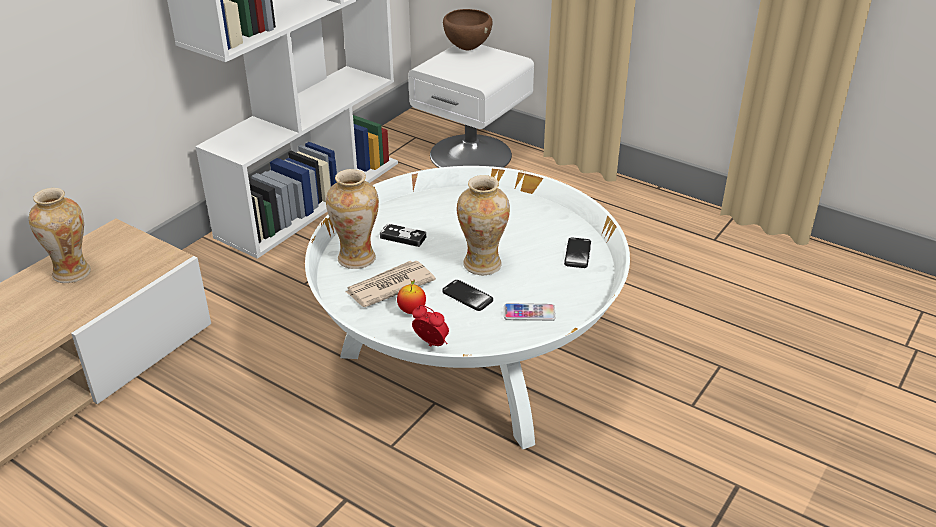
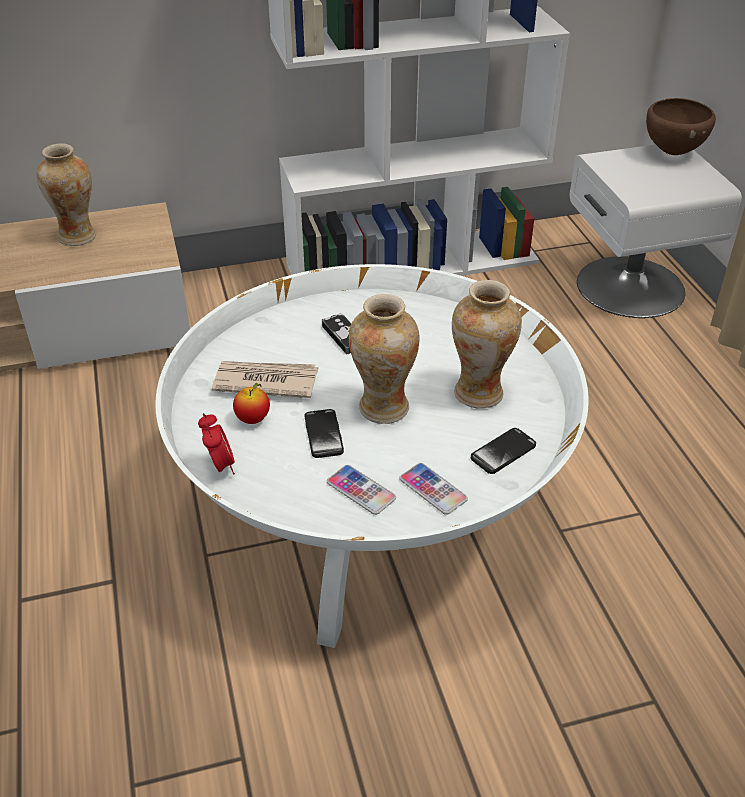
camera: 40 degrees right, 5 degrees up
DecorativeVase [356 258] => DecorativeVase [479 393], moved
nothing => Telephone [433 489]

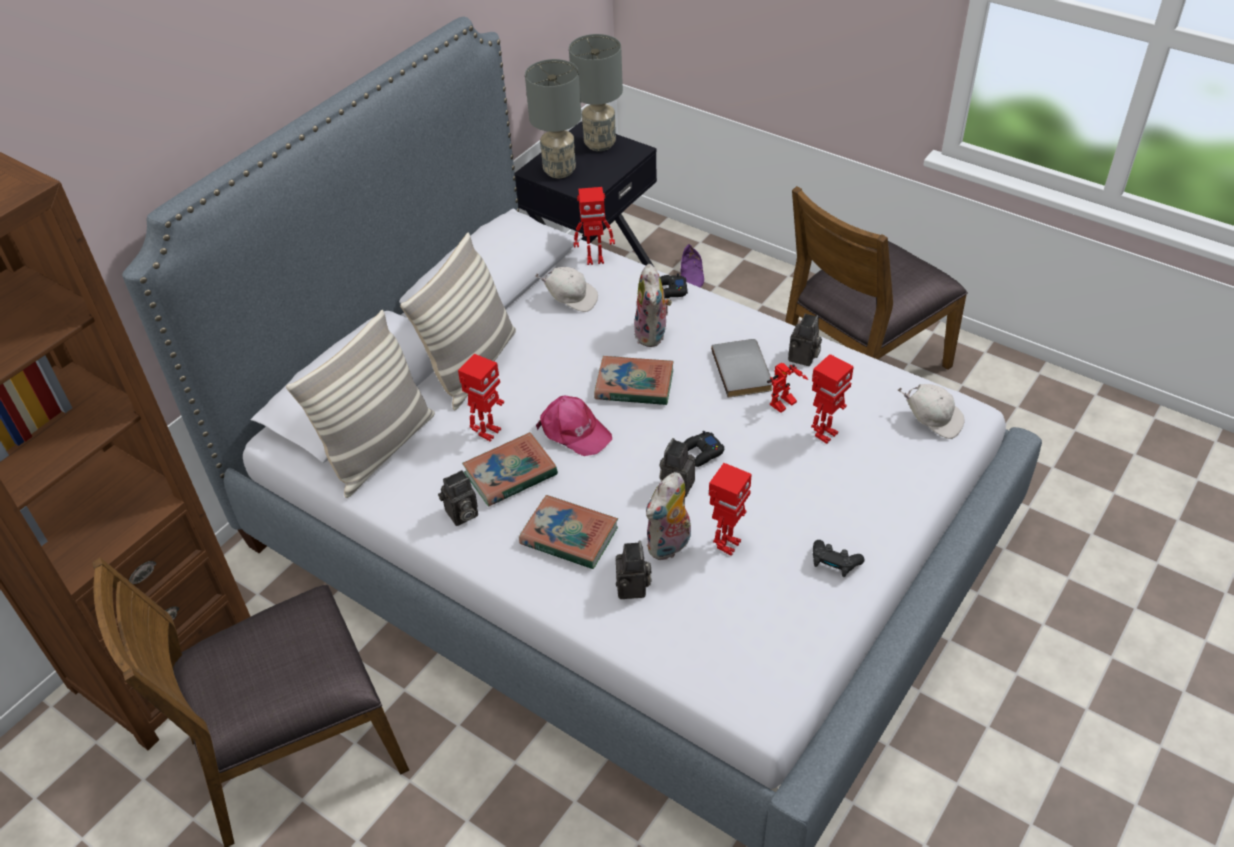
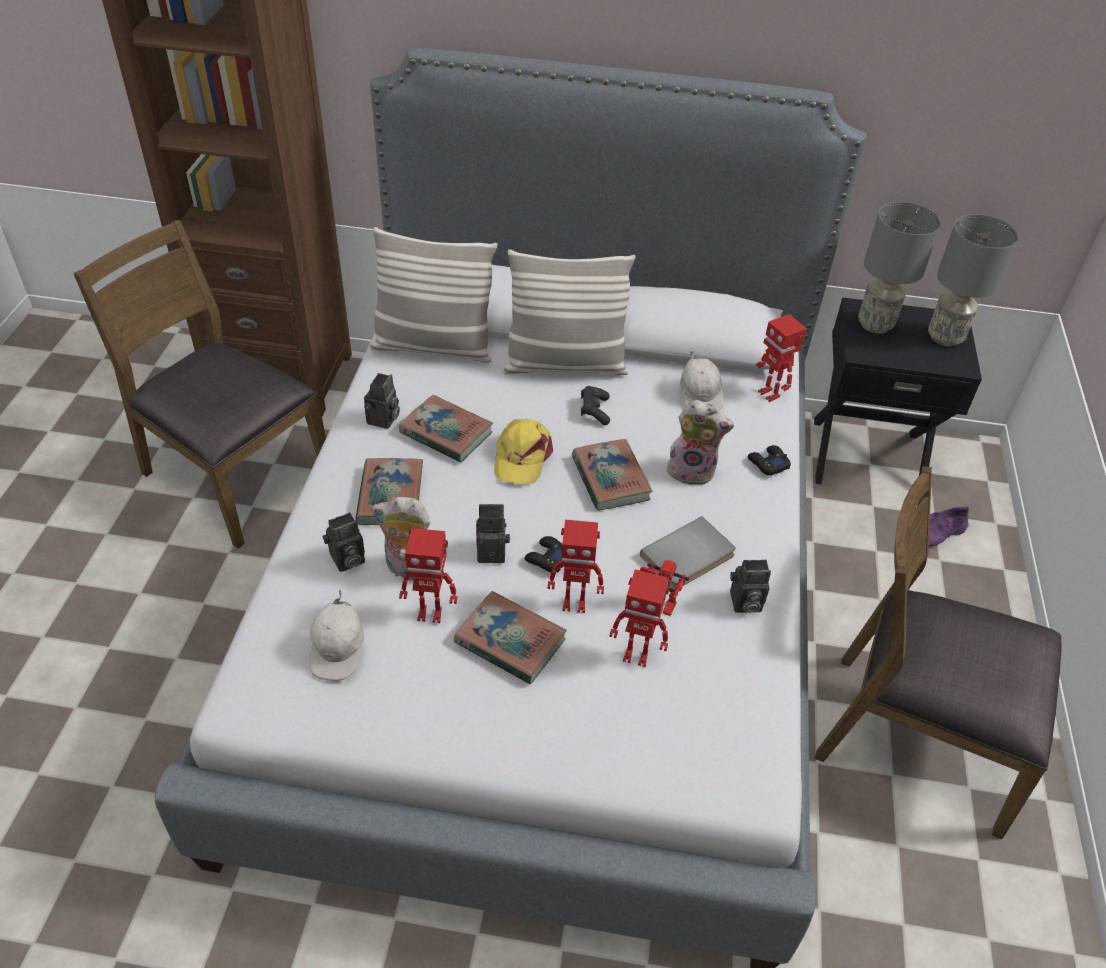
camera: 60 degrees right, 0 degrees up
PlushToy [653 335] => PlushToy [692 470], 135 degrees counterclockwise
ToyRobot [488 432] => ToyRobot [574 603], moved
WhiteColouredCap [932 420] => WhiteColouredCap [339 650], moved
PinkCap [574 431] => YellowColouredCap [522 456]
PhotoCamera [461 515] => PhotoCamera [383 420], 105 degrees counterclockwise
BlackishJoypad [834 563] => BlackishJoypad [594 411], moved
nothing => Book [510 641]

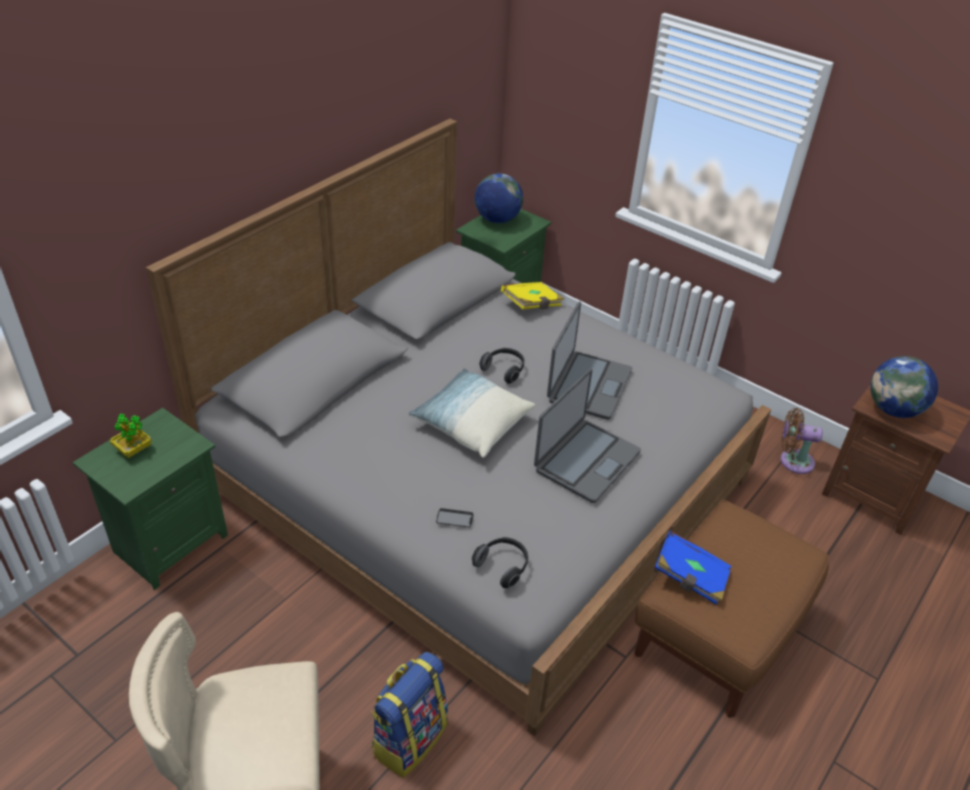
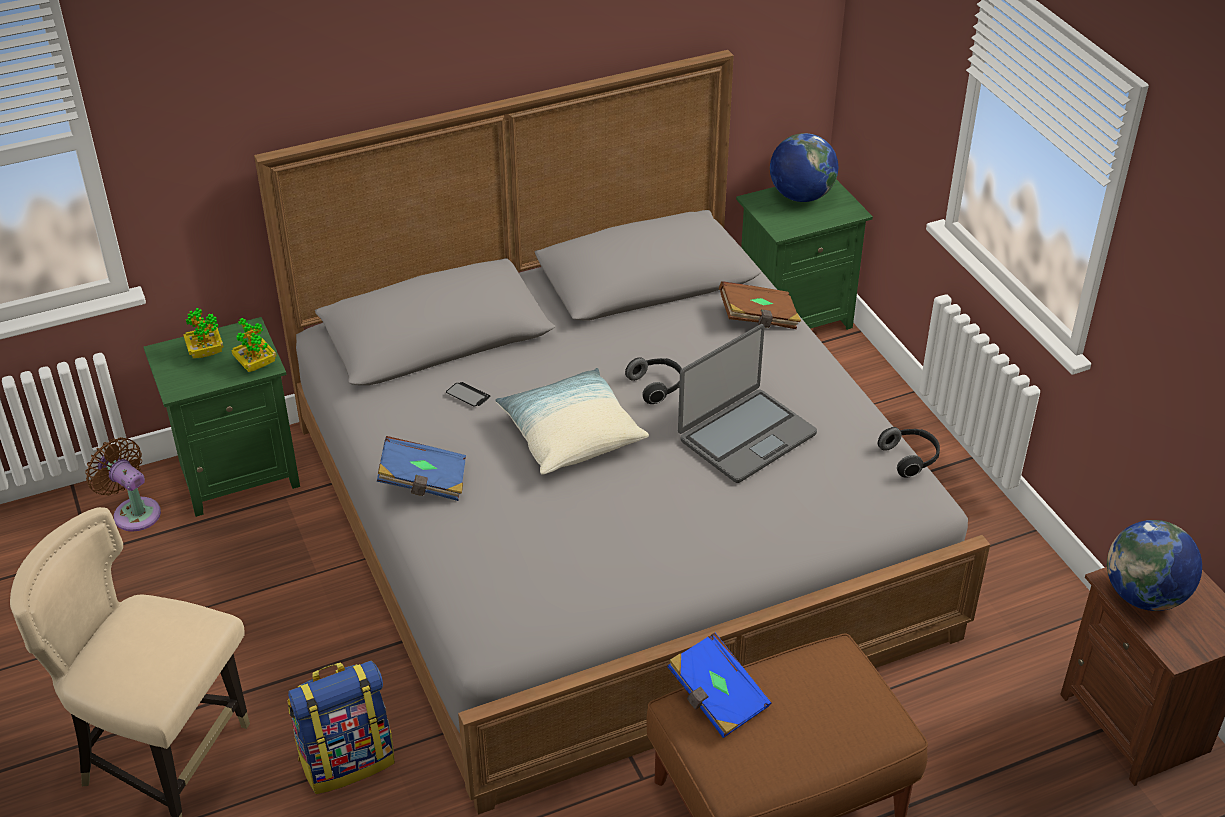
camera: 30 degrees right, 0 degrees up
YellowColouredBook [532 305] => BrownColouredBook [758 319]
PortableComputer [586 461] => nothing
BrownColouredFan [793 461] => BrownColouredFan [134 512], moved
Telephone [454 518] => Telephone [468 395], moved
Headset [502 566] => Headset [910 458], moved
nothing => PlantInAPot [256 364]
nothing => BluishBook [423 482]

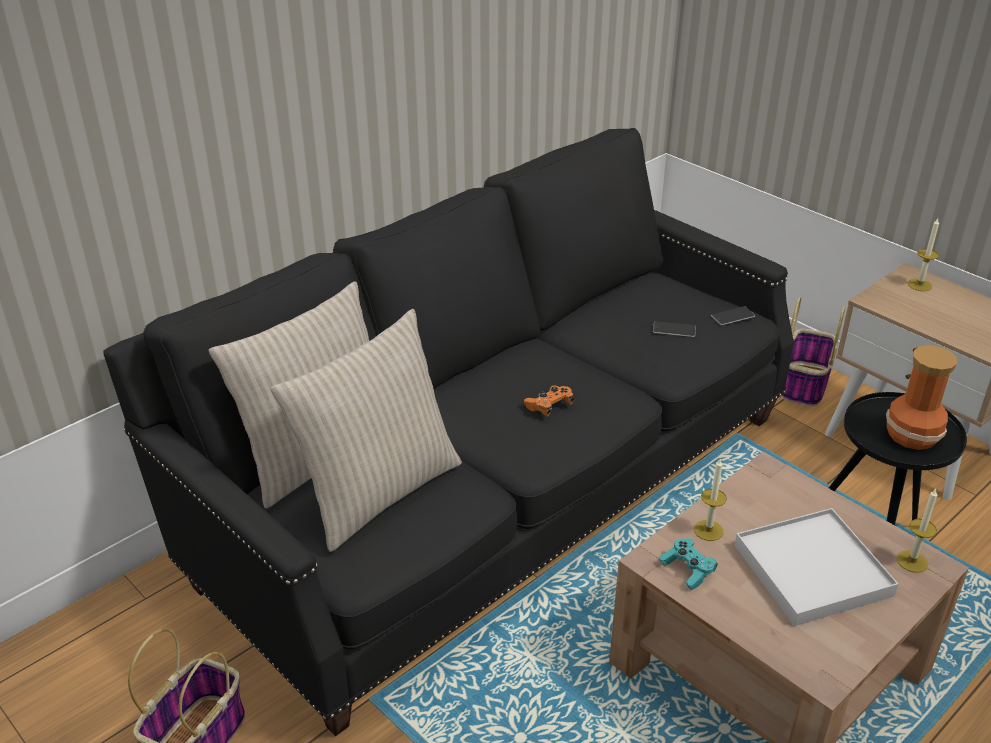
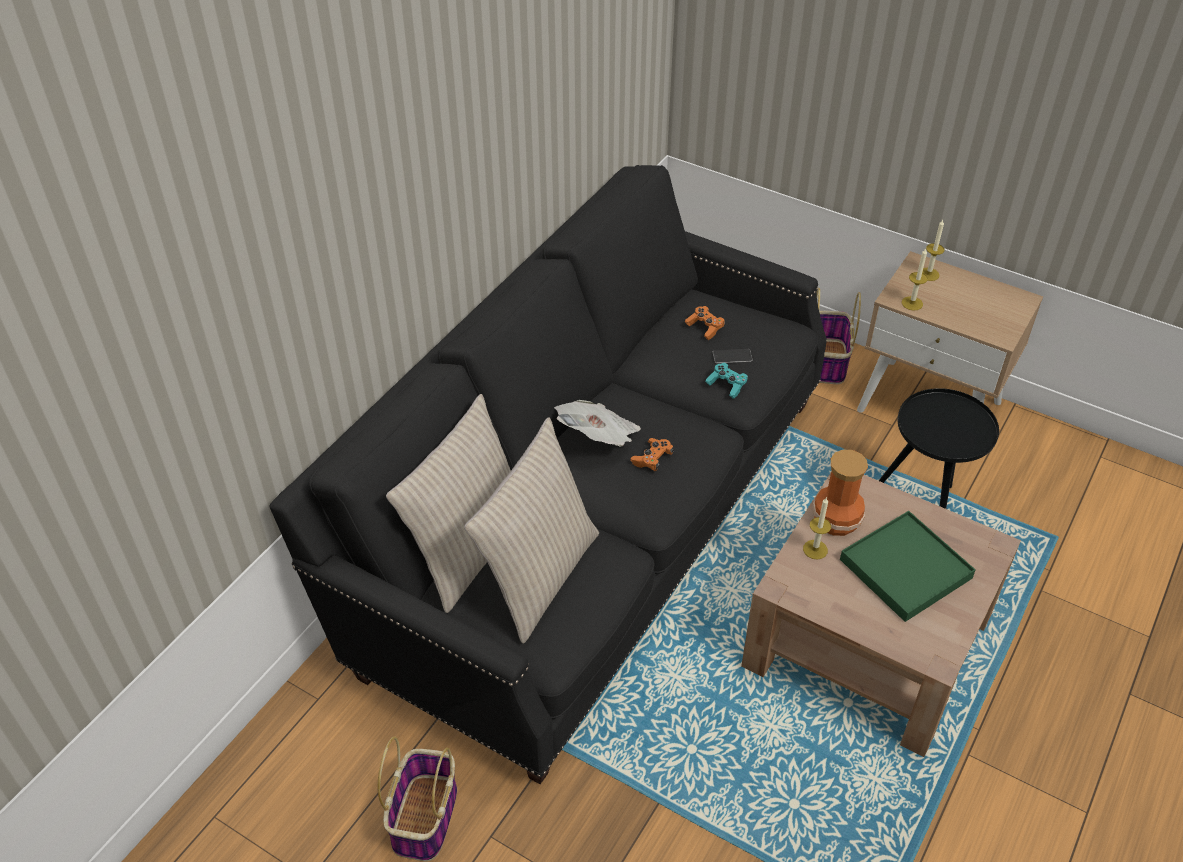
camera: 15 degrees left, 10 degrees up
Telephone [733 316] => nothing
DecorativeVase [911 435] => DecorativeVase [835 520], moved
WaxLight [912 561] => WaxLight [912 303], moved
WhiteColouredServingTray [811 570] => GreenServingTray [905 569]
TurquoiseJoypad [687 570] => TurquoiseJoypad [727 385], moved
nothing => OrangeColouredJoypad [705 327]
nothing => PrintedPaper [598 437]

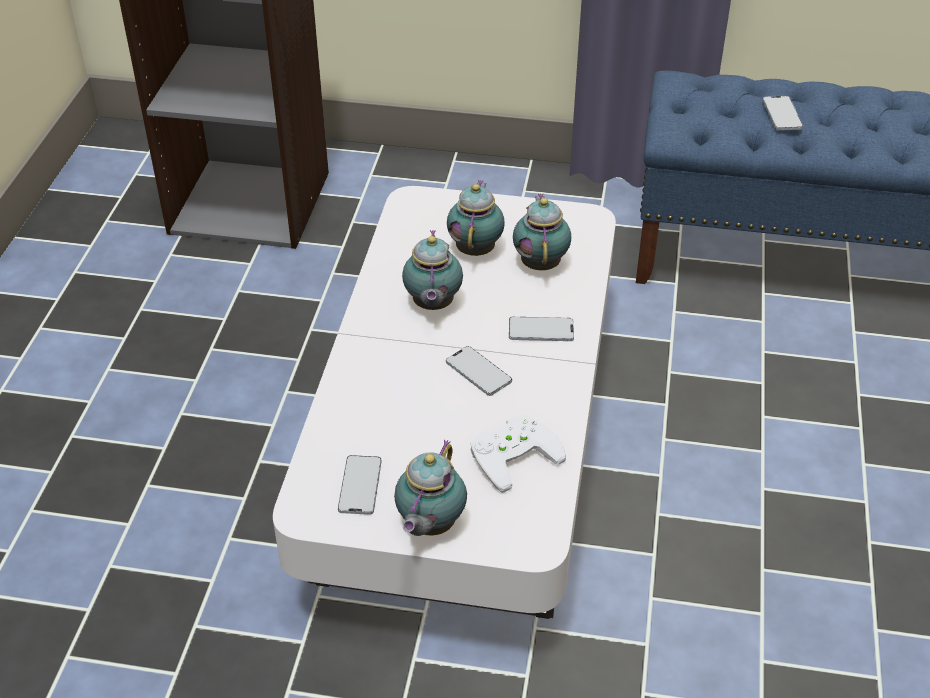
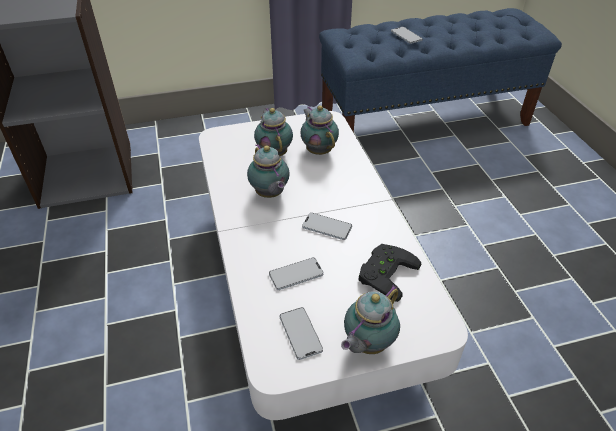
camera: 25 degrees left, 0 degrees up
Telephone [541 330] => Telephone [296 274], moved
WhiteColouredJoypad [512 453] => BlackishJoypad [384 272]
PotForTea [429 526] => PotForTea [367 344], 45 degrees clockwise

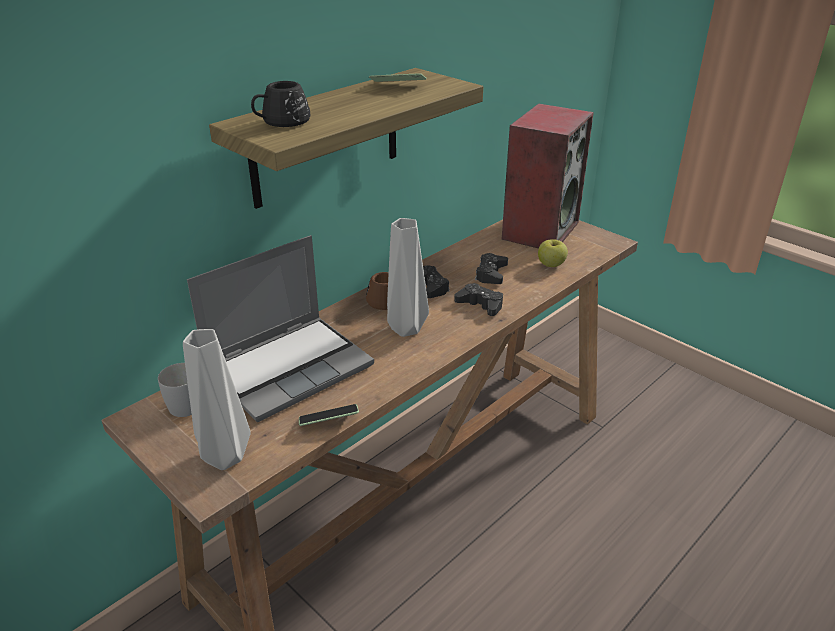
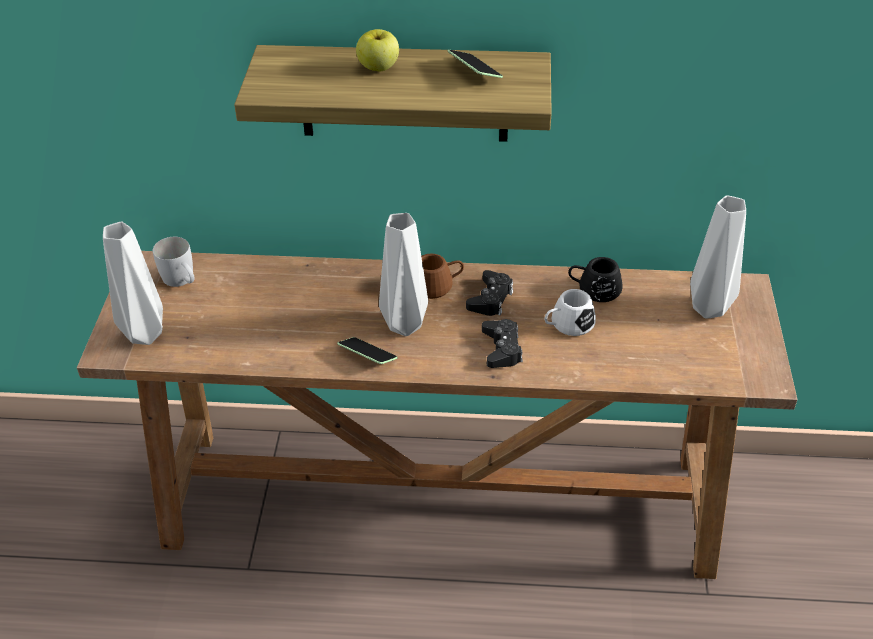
camera: 50 degrees right, 10 degrees up
BlackishMug [281 122] => BlackishMug [594 289], moved
AudioSpeaker [540 230] => GrayDecorativeVase [709 310]
PortableComputer [290 367] => nothing
WholeApple [551 265] => WholeApple [378 67], moved
BlackishJoypad [491 274] => WhiteColouredMug [567 325]
Telephone [329 421] => Telephone [367 356], moved

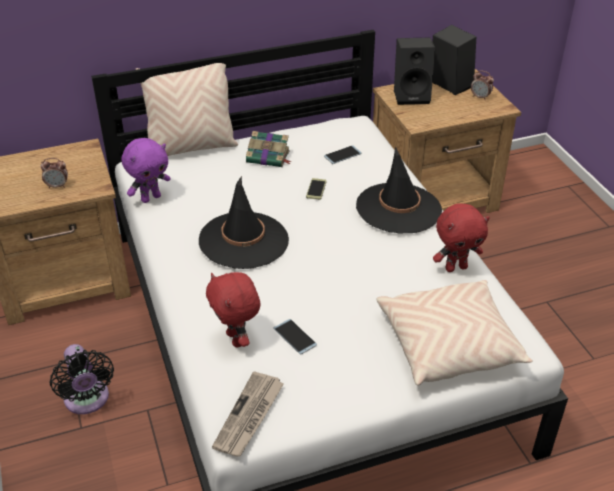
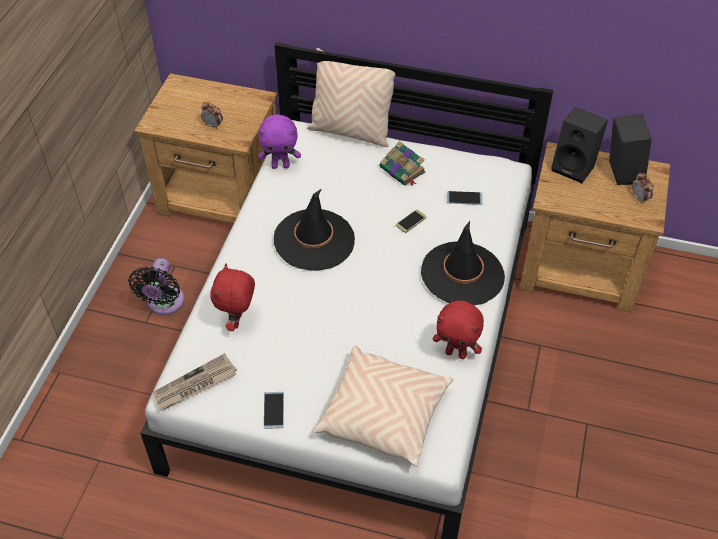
camera: 35 degrees right, 10 degrees up
Telephone [295 337] => Telephone [273 410], moved

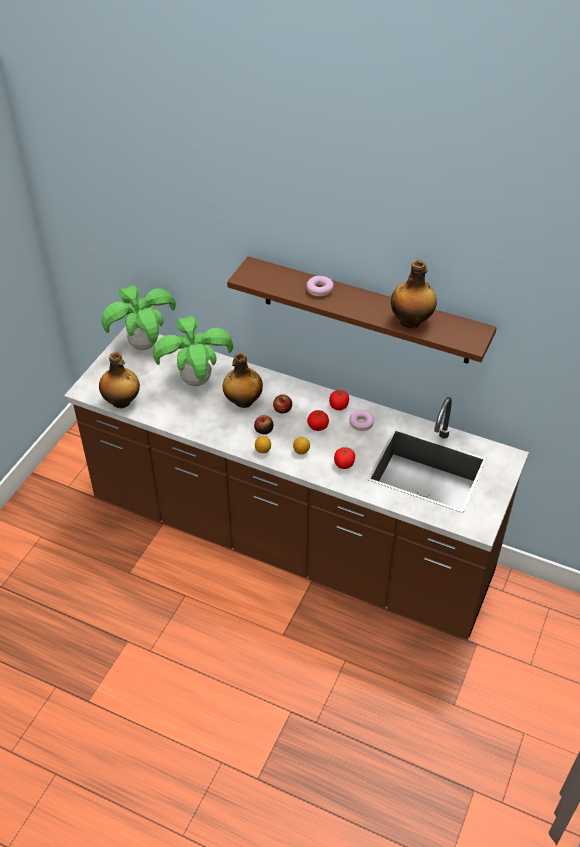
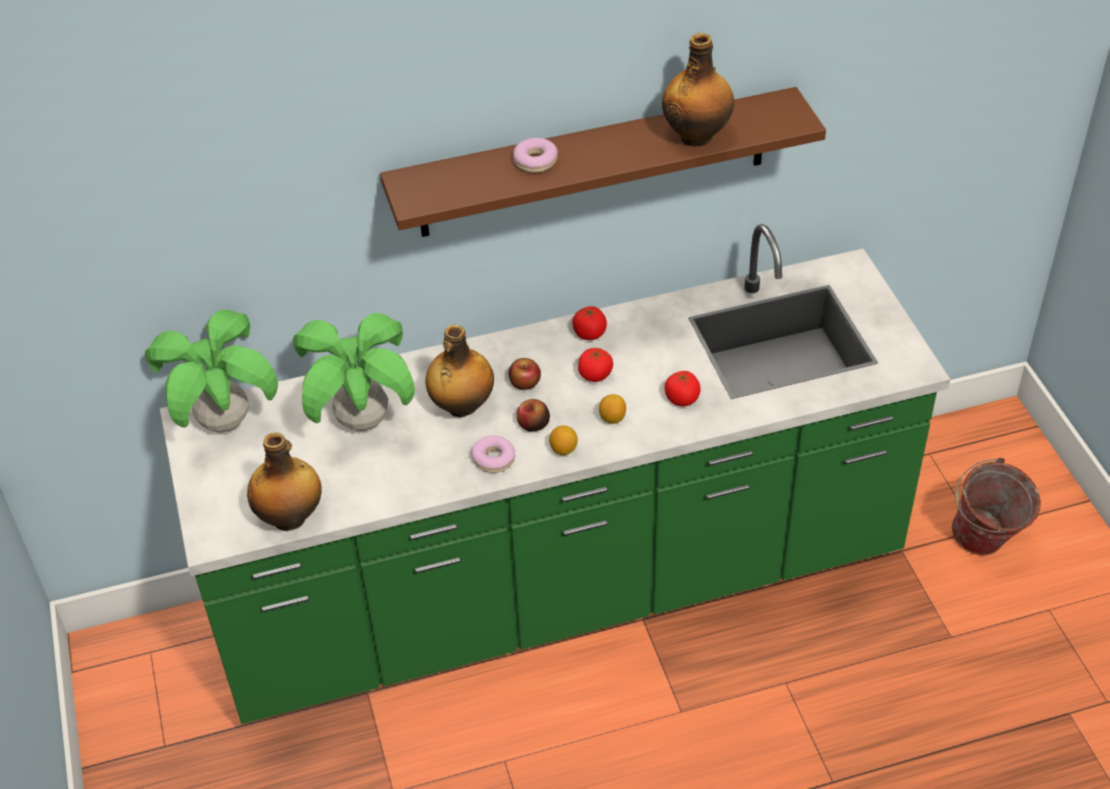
camera: 40 degrees left, 0 degrees up
BrownColouredKitchenCounter [290 541] => GreenKitchenCounter [562 591]
Donut [361 423] => Donut [493 459], moved
nothing => WaterBucket [984 546]

